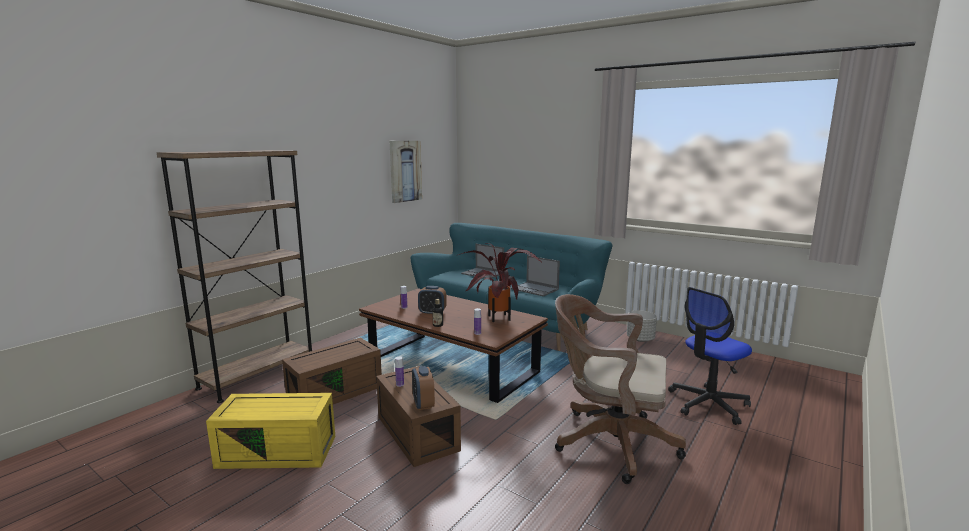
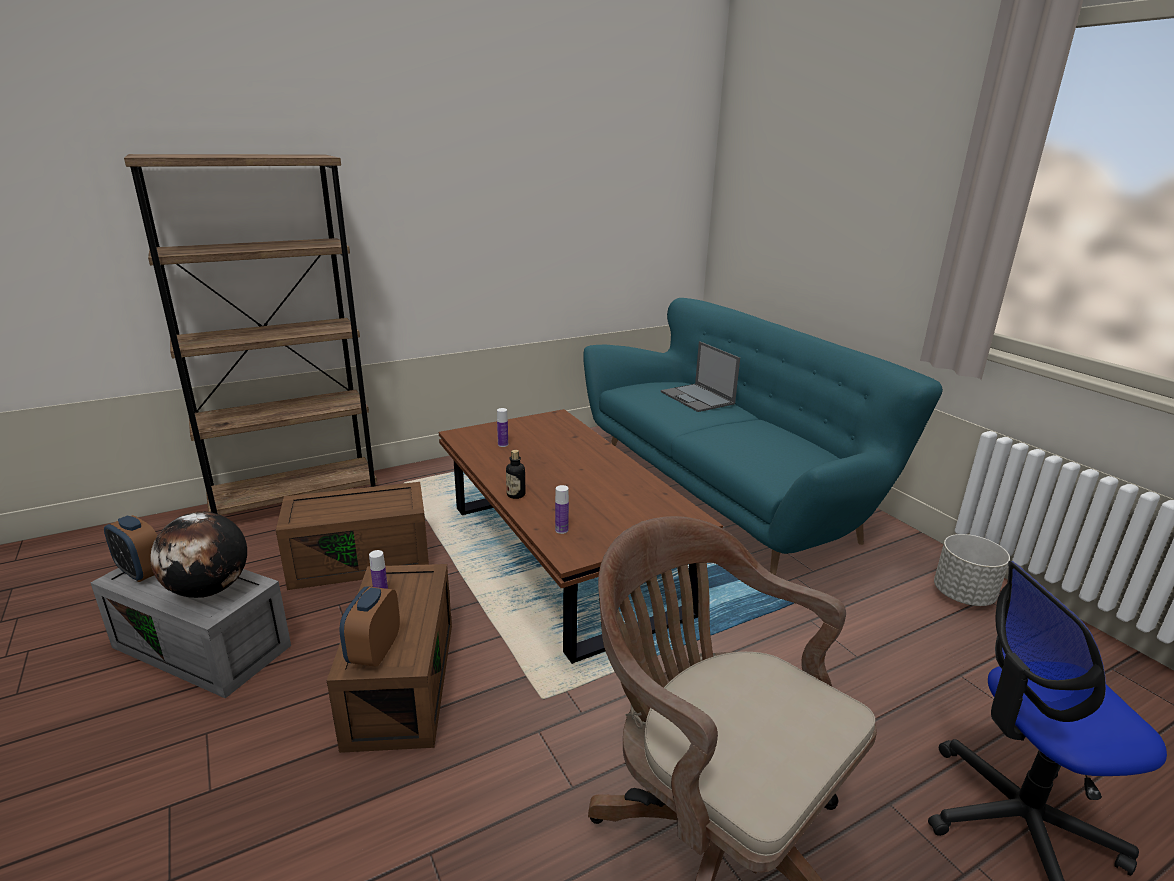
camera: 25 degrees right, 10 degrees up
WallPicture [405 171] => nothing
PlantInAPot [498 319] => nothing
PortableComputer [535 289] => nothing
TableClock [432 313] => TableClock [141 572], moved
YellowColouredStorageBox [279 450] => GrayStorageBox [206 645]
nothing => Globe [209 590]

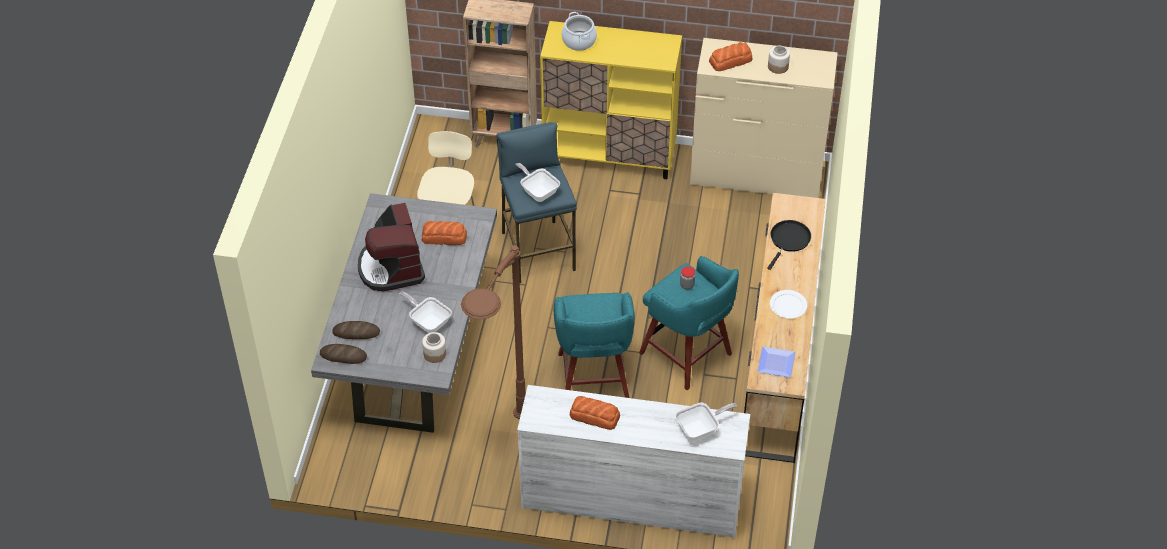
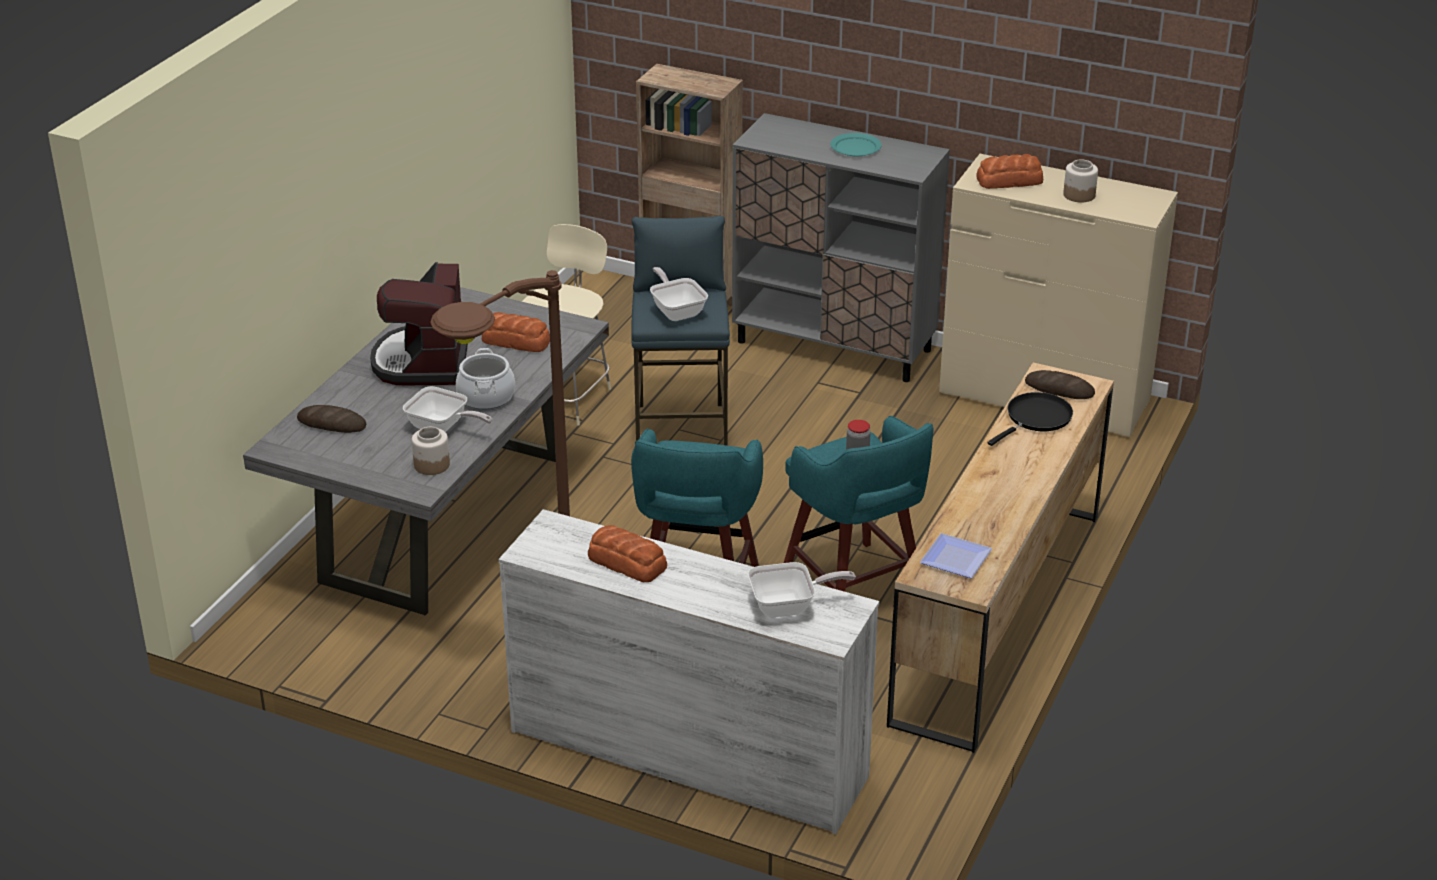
camera: 15 degrees right, 15 degrees down
CookingPot [579 41] => CookingPot [486 397], moved
YellowColouredCabinet [610 156] => GrayCabinet [834 346]
WhiteColouredDinnerPlate [788 306] => nothing
FryingPan [428 321] => FryingPan [442 428], 150 degrees clockwise
BakedBread [343 356] => BakedBread [1059 389], moved
nothing => TurquoiseDinnerPlate [856 147]

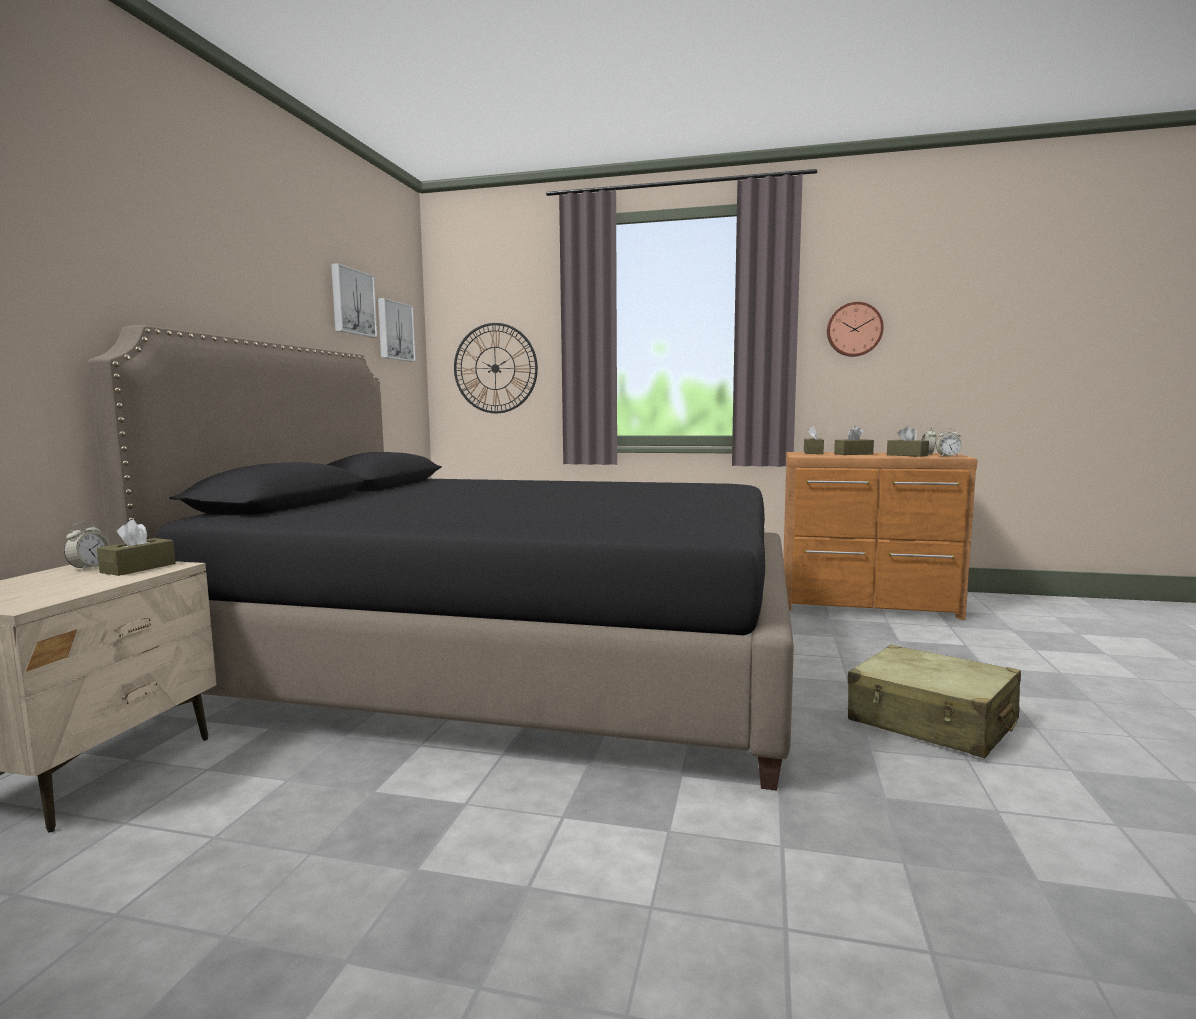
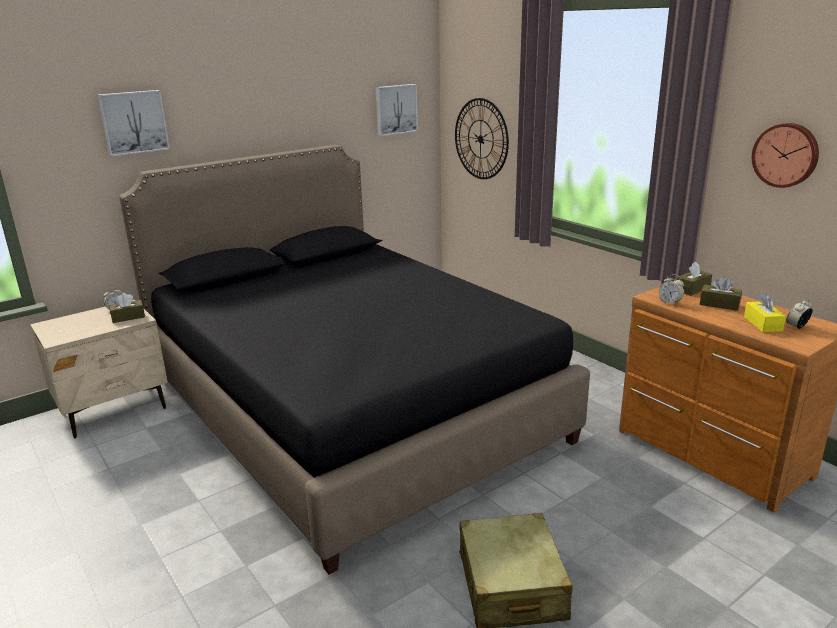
camera: 40 degrees right, 15 degrees up
WallPicture [351 302] => WallPicture [133 122], moved
BrownColouredTissueBox [907 455] => YellowColouredTissueBox [762 324]
TableClock [948 456] => TableClock [670 302], moved

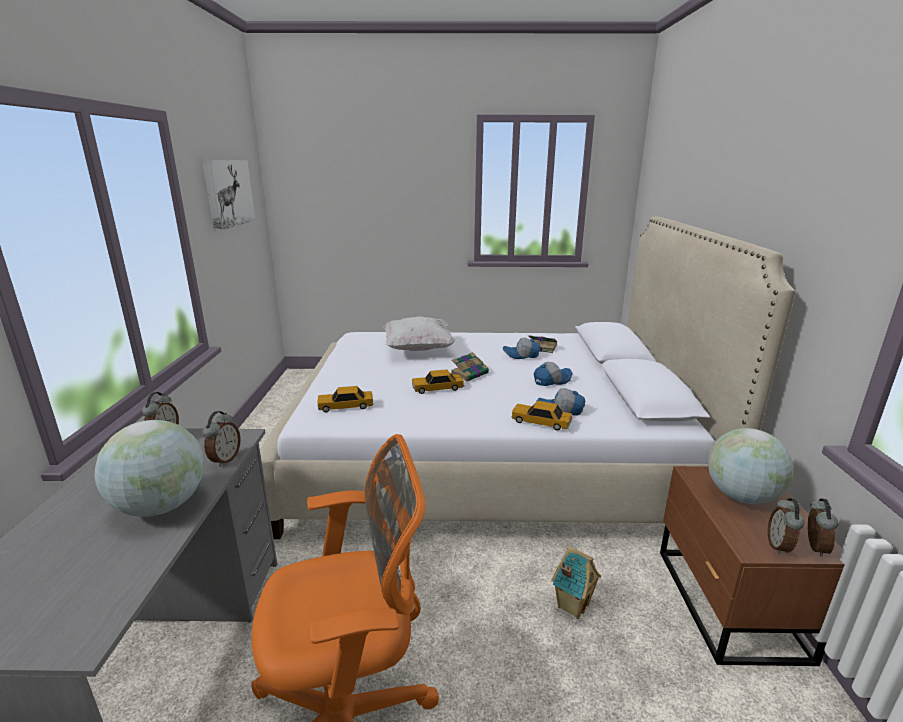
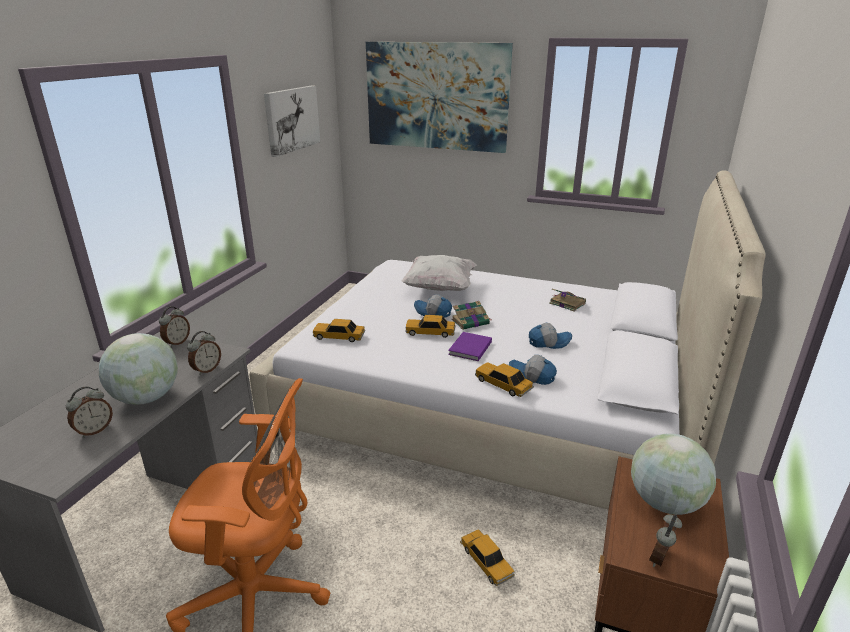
camera: 20 degrees right, 5 degrees up
Cap [521 355] => Cap [433 312], moved
TableClock [813 547] => TableClock [94 430], moved
MiniatureHouse [572 605] => ToyCar [486 562]
nothing => WallPicture [436 96]
nothing => PurpleColouredBook [469 348]

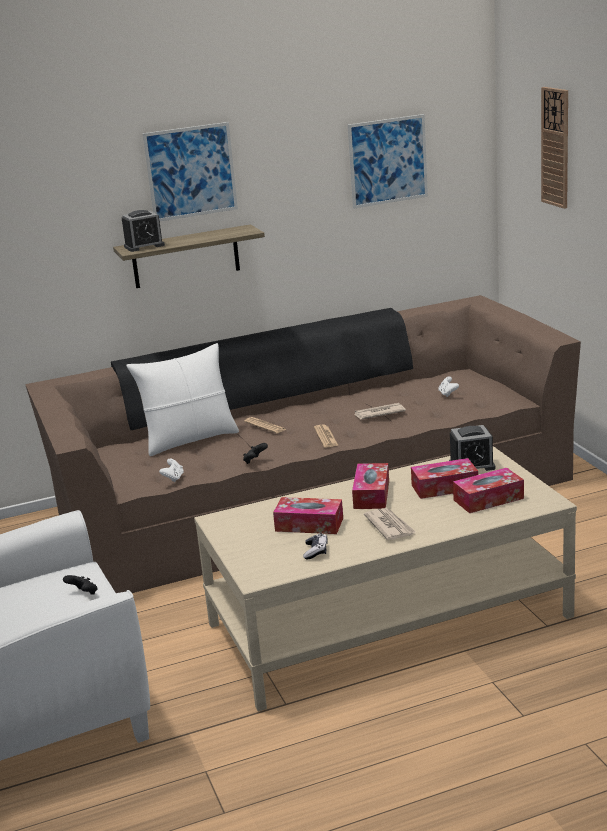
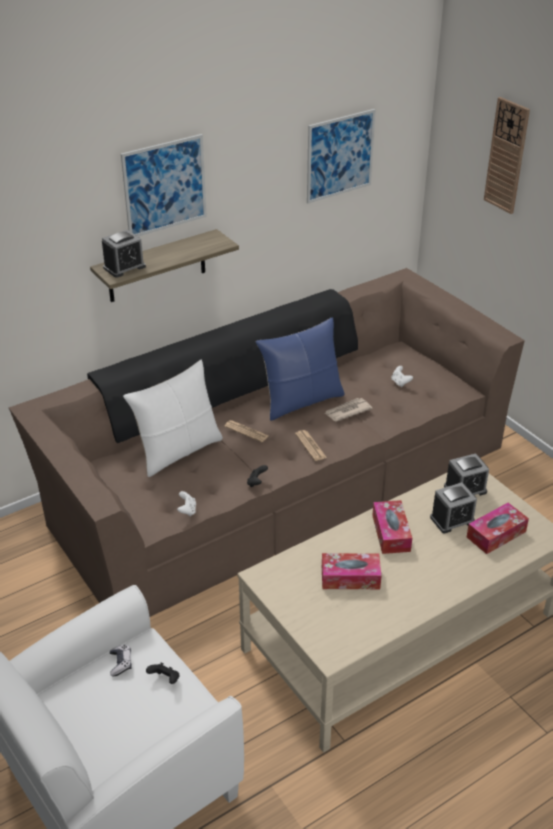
camera: 15 degrees left, 15 degrees up
TissueBox [444 487] => TableClock [452 520]
PrintedPaper [389 526] => nothing
Joypad [316 551] => Joypad [121 663], moved
nothing => BluishPillow [301 401]

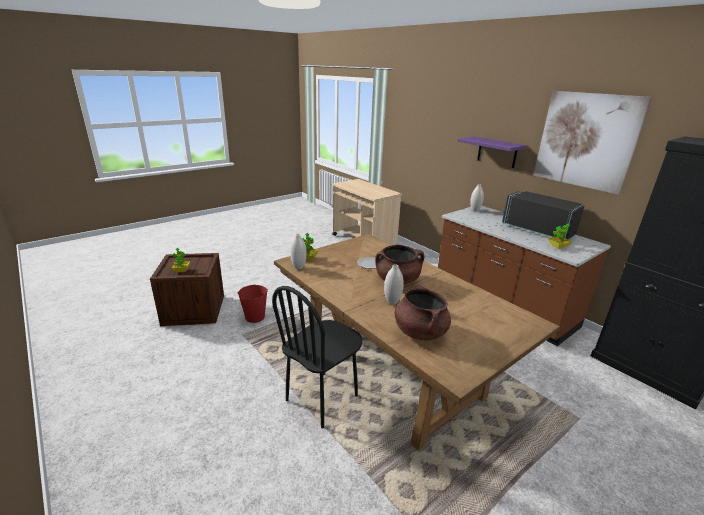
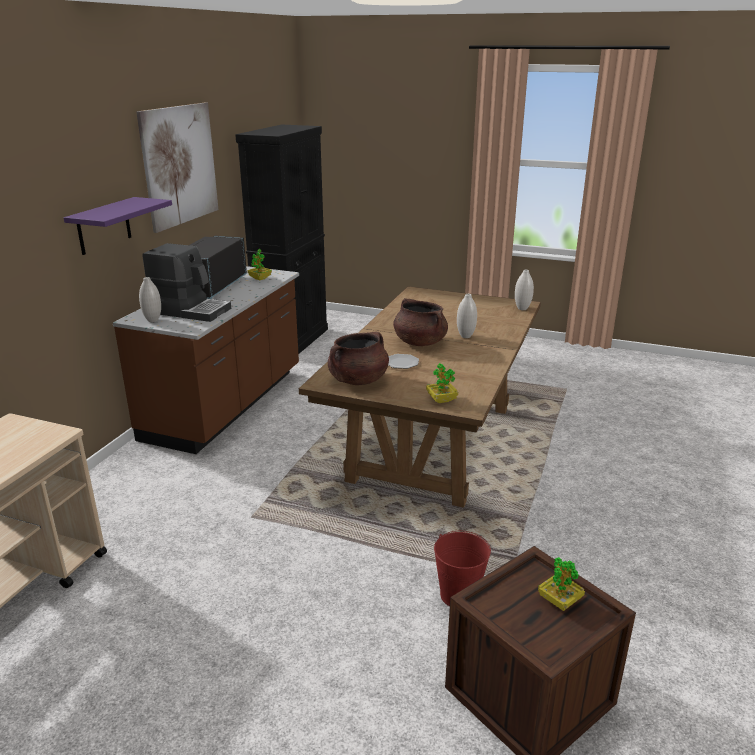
camera: 120 degrees left, 0 degrees up
WhiteColouredDecorativeVase [298 267] => WhiteColouredDecorativeVase [522 308], moved
BrownColouredCookingPot [420 332] => BrownColouredCookingPot [358 380], moved
BlackishUprightChair [322 398] => nothing
nothing => CoffeeMachine [191 310]

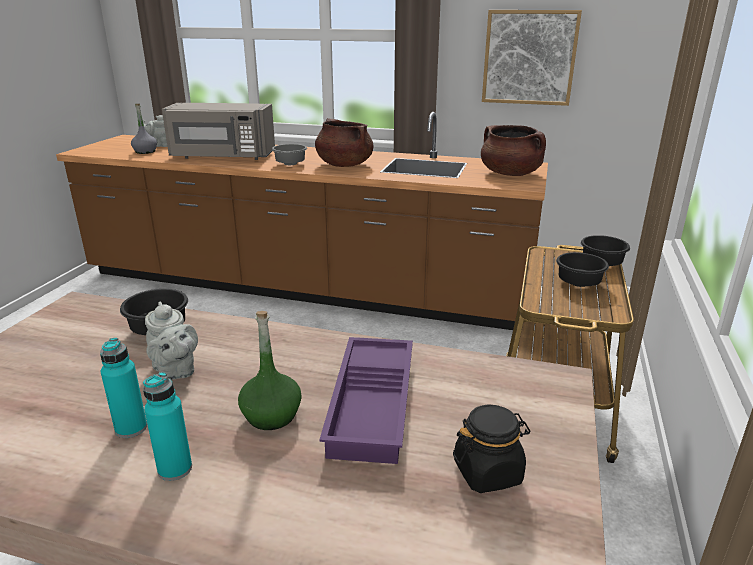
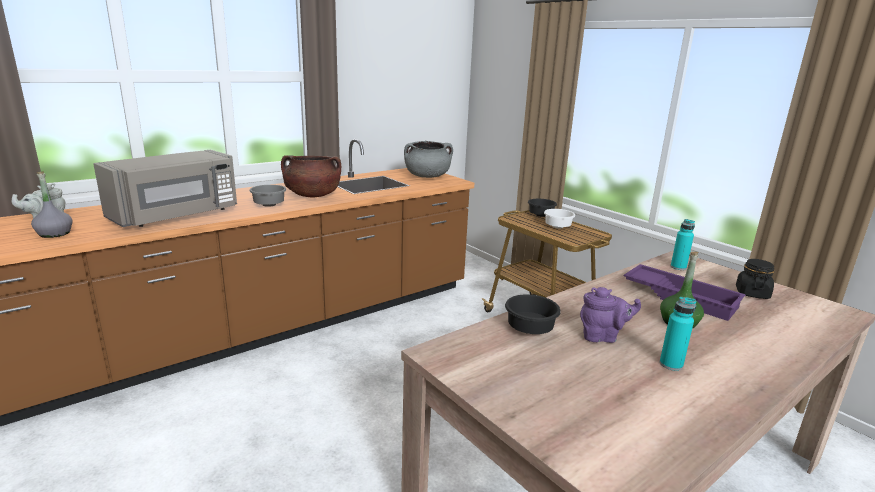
camera: 55 degrees left, 5 degrees down
WallPicture [529 57] => nothing
BrownColouredCookingPot [510 174] => GrayCookingPot [427 176]
BlackishDeepDish [577 283] => WhiteColouredDeepDish [556 227]
GrayPotForTea [175 371] => PurpleColouredPotForTea [602 337]
TurquoiseBeverageBottle [175 469] => TurquoiseBeverageBottle [678 267], moved

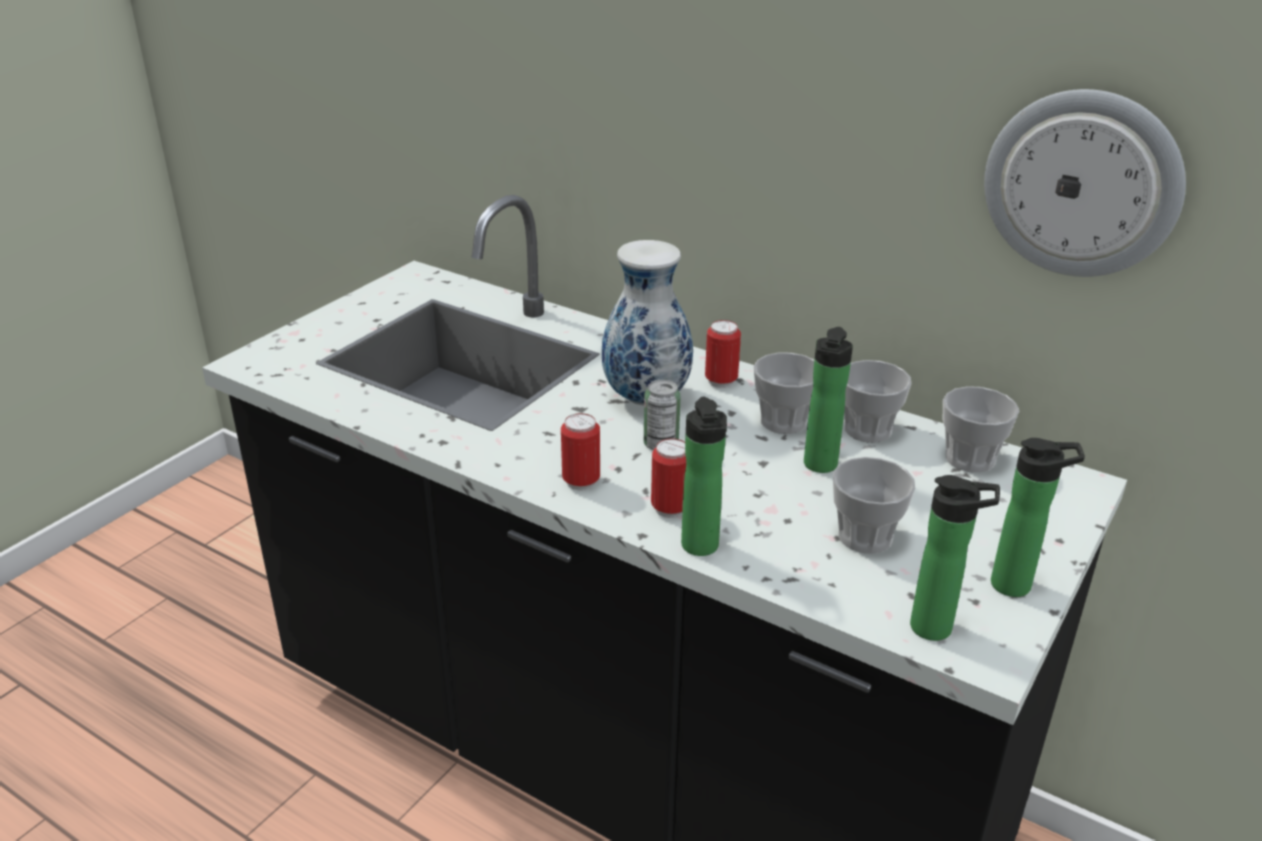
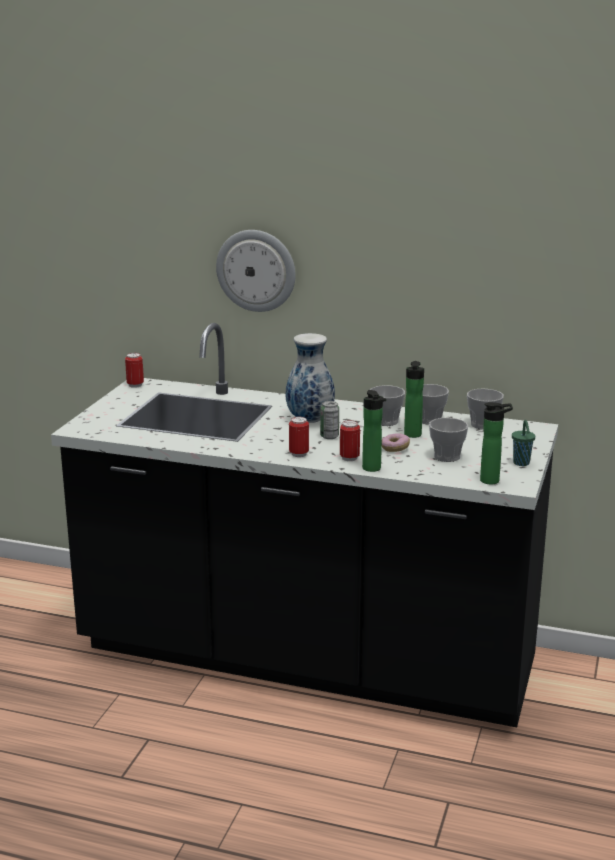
camera: 15 degrees left, 10 degrees down
WallClock [1082 184] => WallClock [256 270], moved
MetalCan [721 381] => MetalCan [135 385], moved
BeverageBottle [1017 585] => GreenCup [521 463]
nothing => Donut [395 448]

